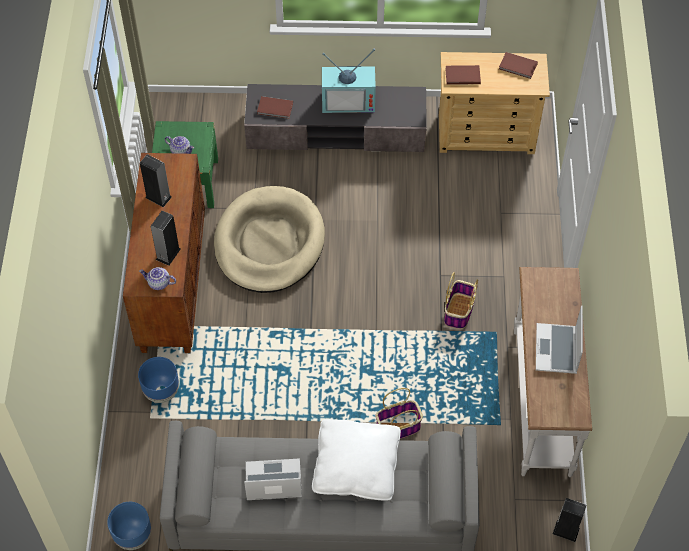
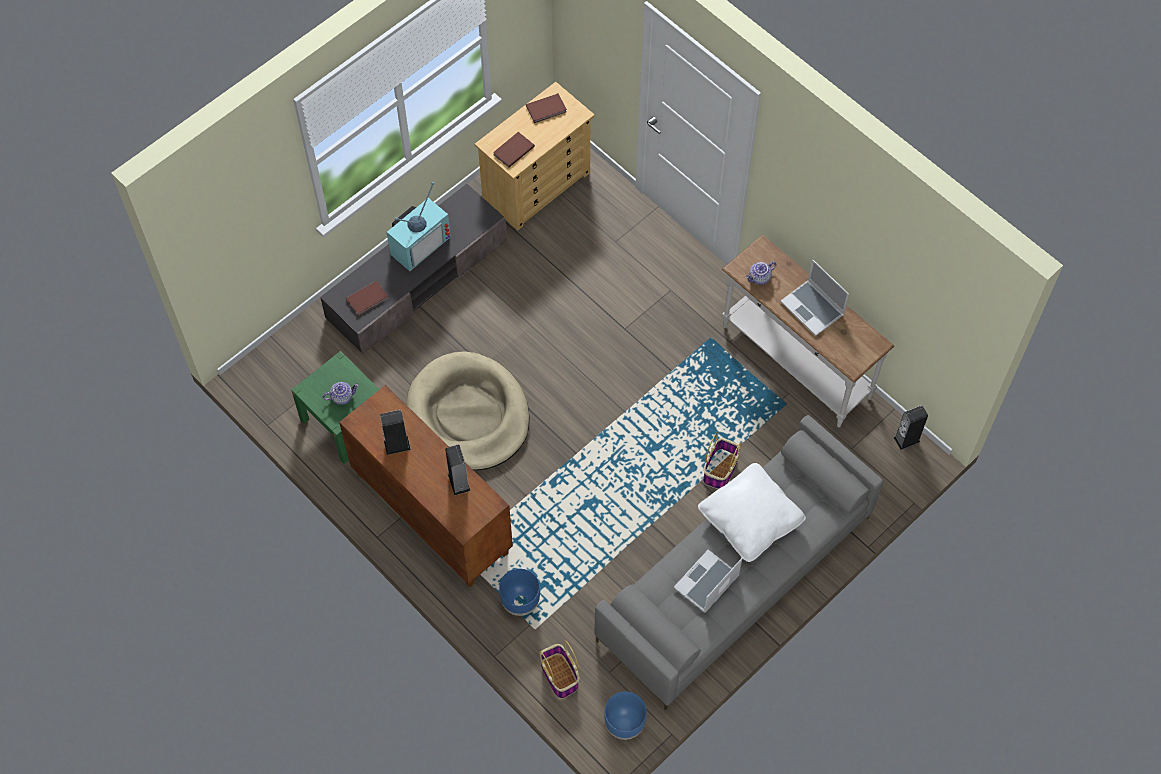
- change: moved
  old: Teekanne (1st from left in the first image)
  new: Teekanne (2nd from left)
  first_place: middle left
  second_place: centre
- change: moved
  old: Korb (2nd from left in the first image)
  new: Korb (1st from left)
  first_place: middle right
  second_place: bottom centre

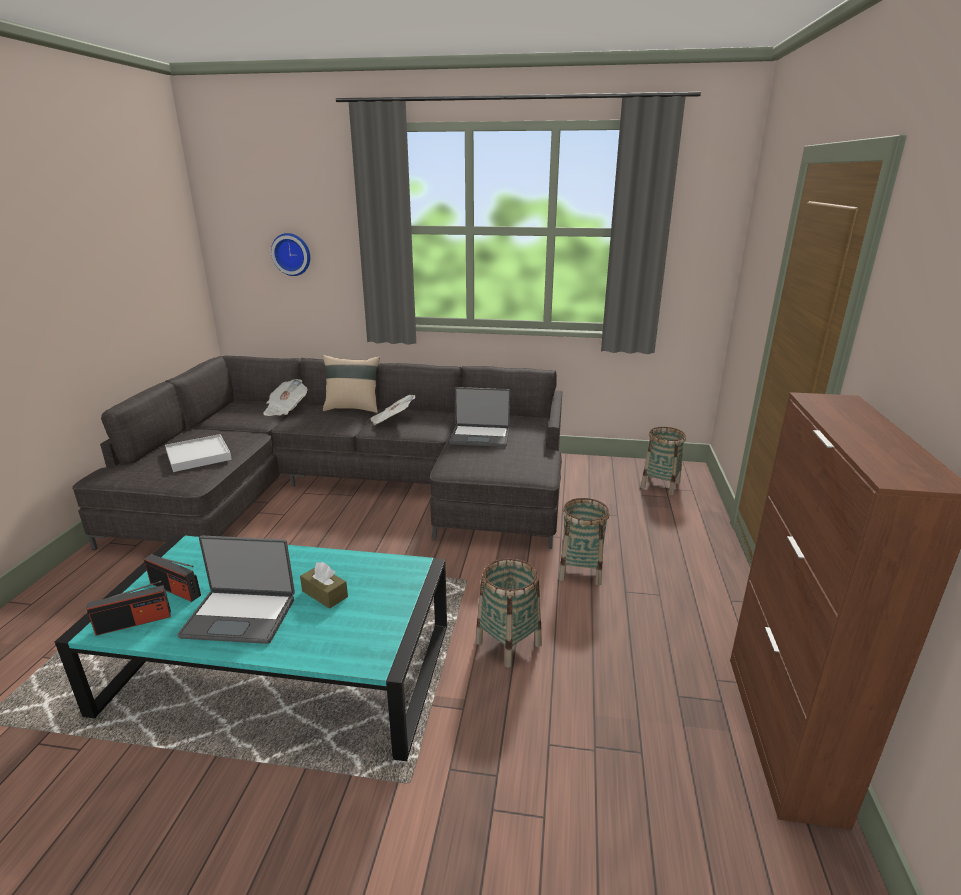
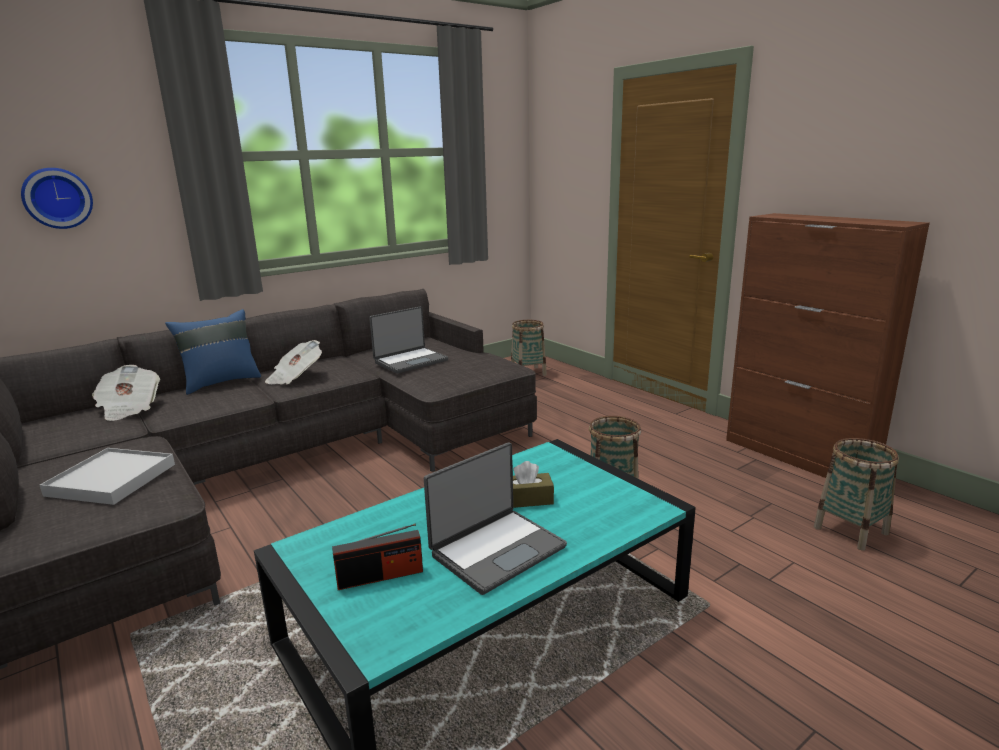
- change: removed
  old: Radio (1st from left)
  first_place: bottom left
- change: moved
  old: Korb (2nd from left in the first image)
  new: Korb (3rd from left)
  first_place: centre
  second_place: middle right
- change: recoloured
  old: Kissen/beige
  new: Kissen/blau
  first_place: centre
  second_place: middle left

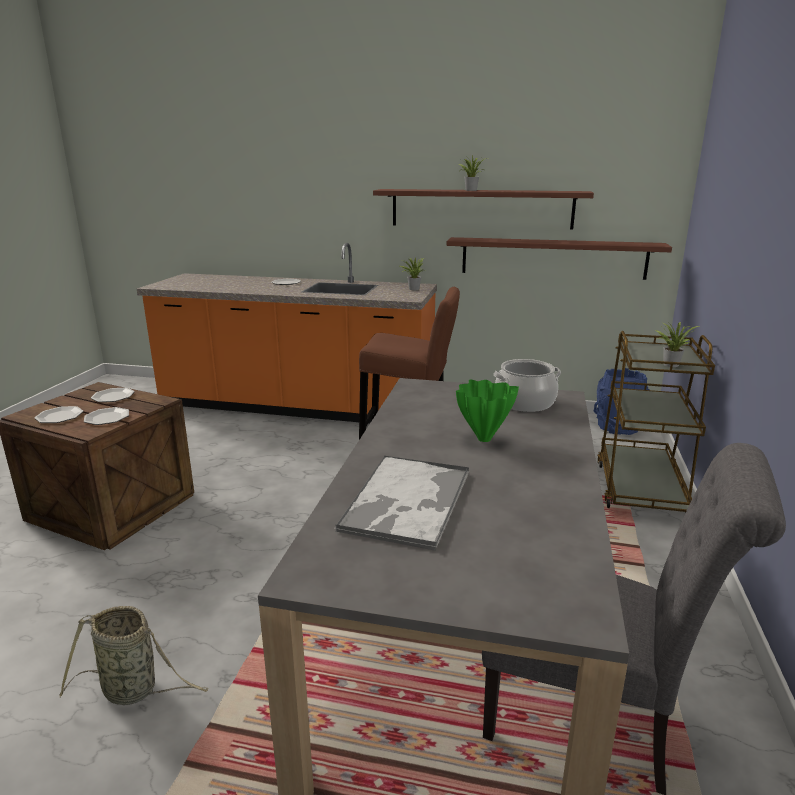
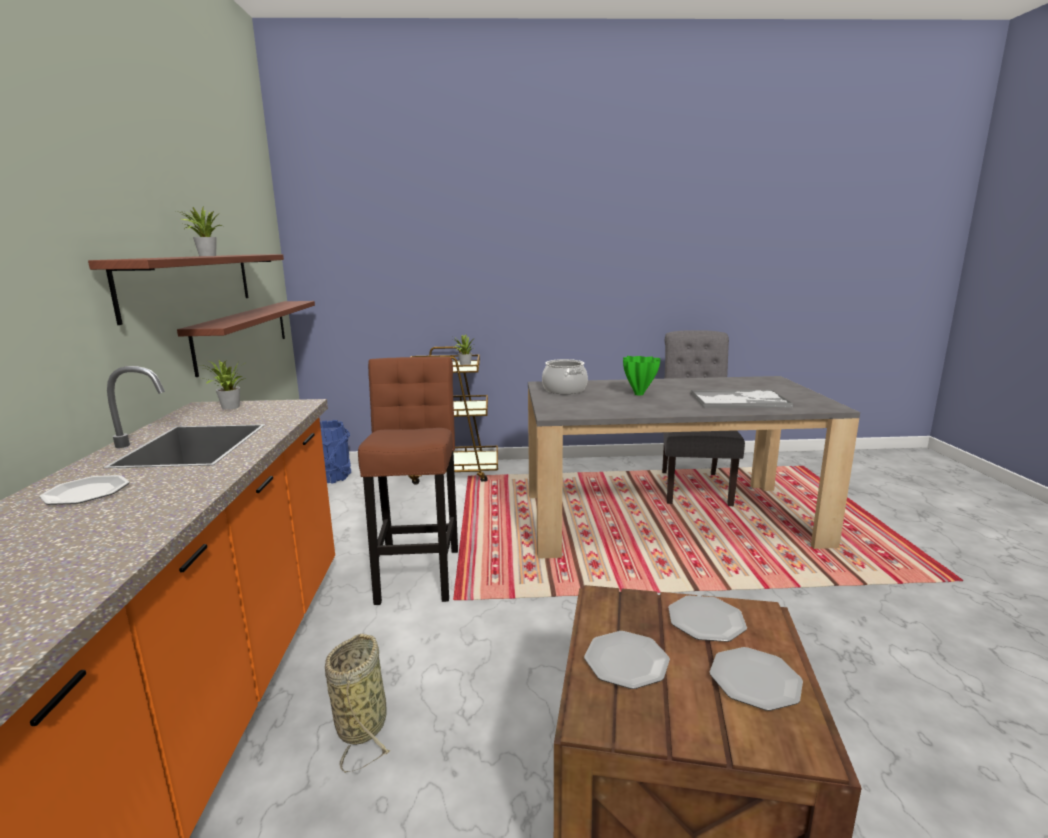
- change: moved
  old: Korb
  first_place: bottom left
  second_place: bottom centre

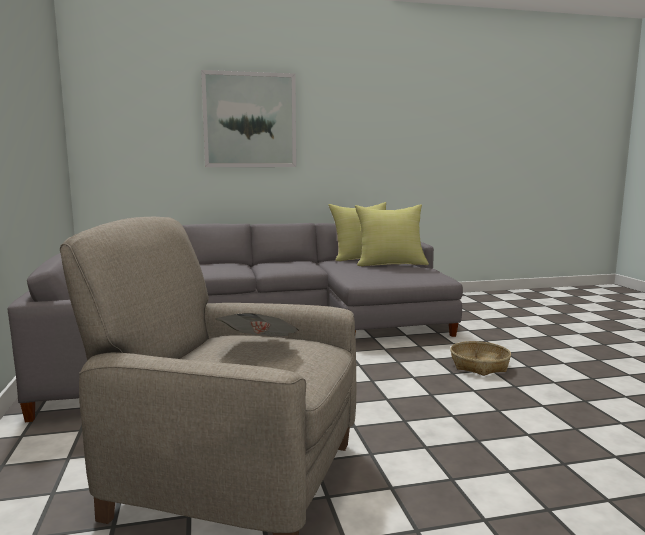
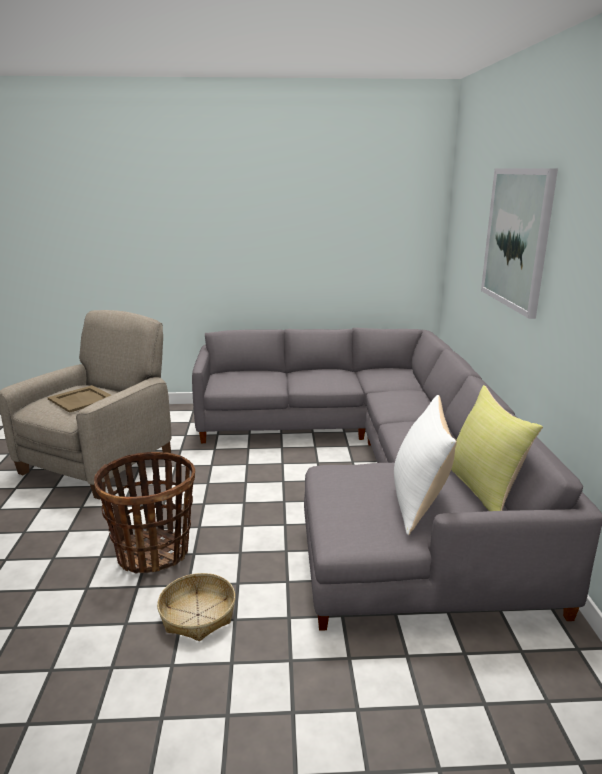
- change: added
  new: Korb (1st from left)
  second_place: middle left
- change: replaced
  old: Zeitung
  new: Tablett/beige
  first_place: centre
  second_place: middle left
- change: recoloured
  old: Kissen/gelb (2nd from left)
  new: Kissen/weiß
  first_place: centre
  second_place: middle right

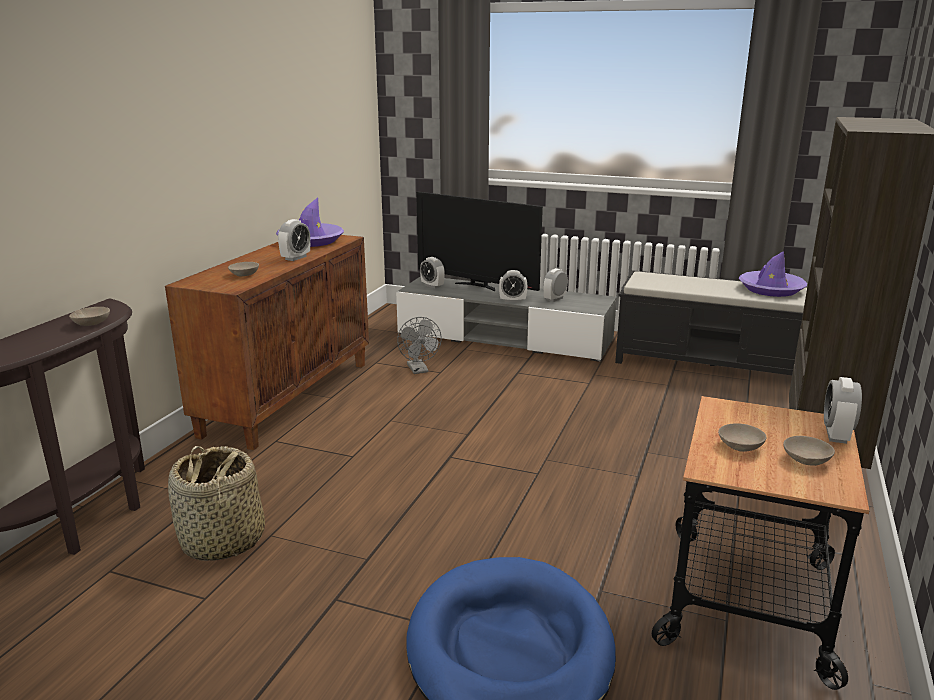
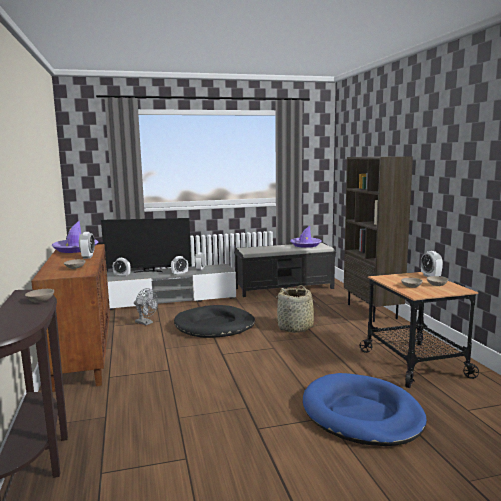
- change: added
  new: Hundebett/schwarz
  second_place: centre
- change: moved
  old: Korb
  first_place: bottom left
  second_place: centre

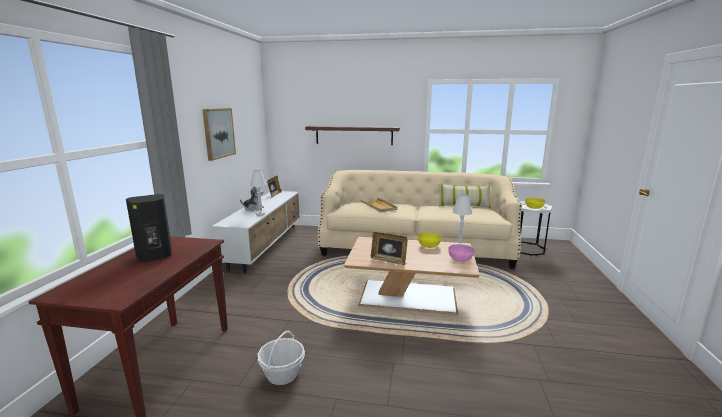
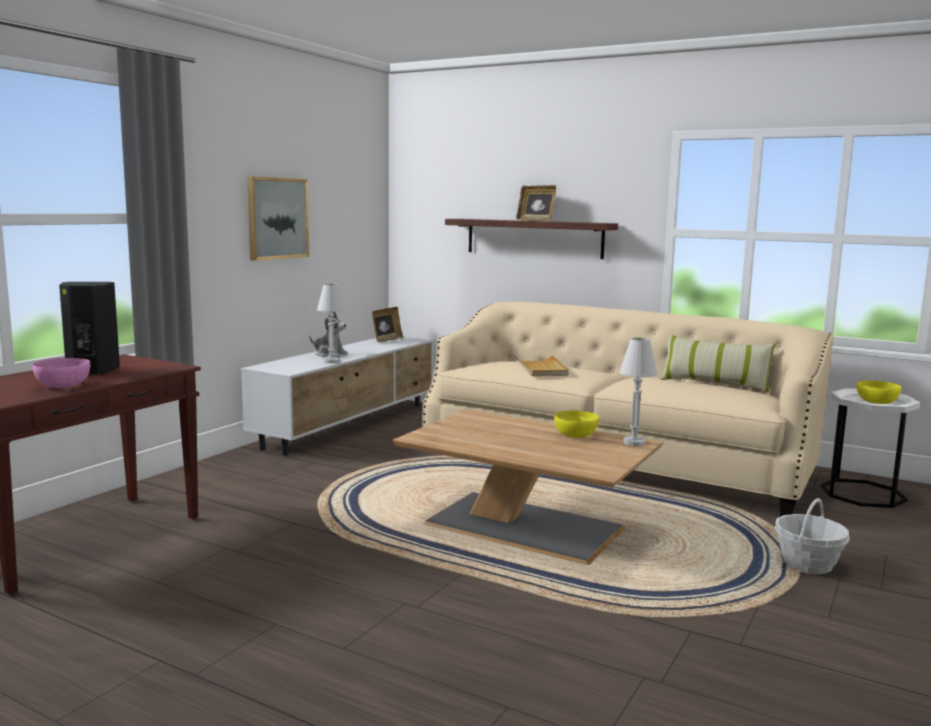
- change: moved
  old: Korb
  first_place: bottom centre
  second_place: bottom right
- change: moved
  old: Bilderrahmen (2nd from left)
  first_place: centre
  second_place: top centre
- change: moved
  old: Schüssel/rosa
  first_place: centre
  second_place: middle left

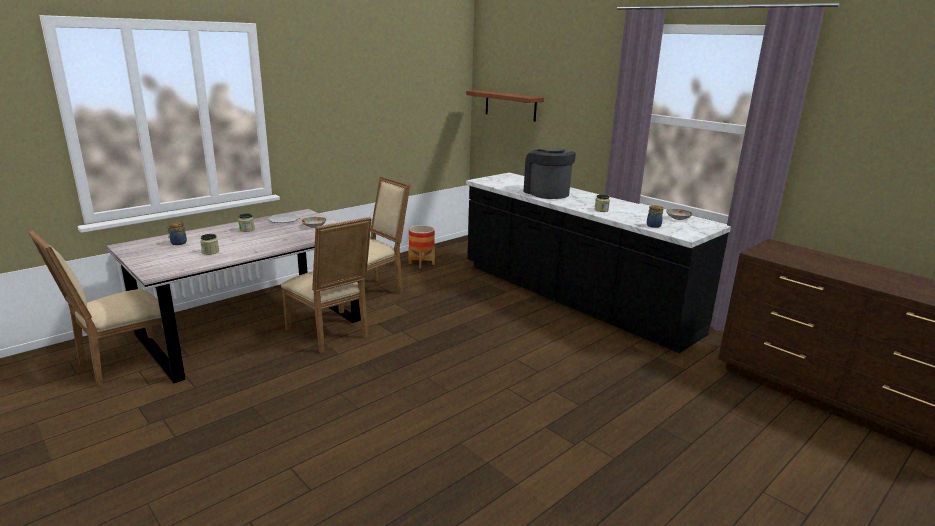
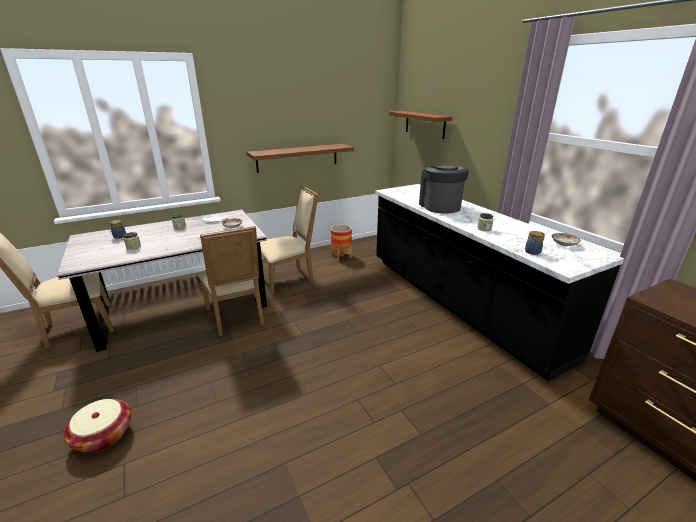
- change: added
  new: Korb
  second_place: bottom left
- change: added
  new: Wandregal/braun (1st from left)
  second_place: top centre

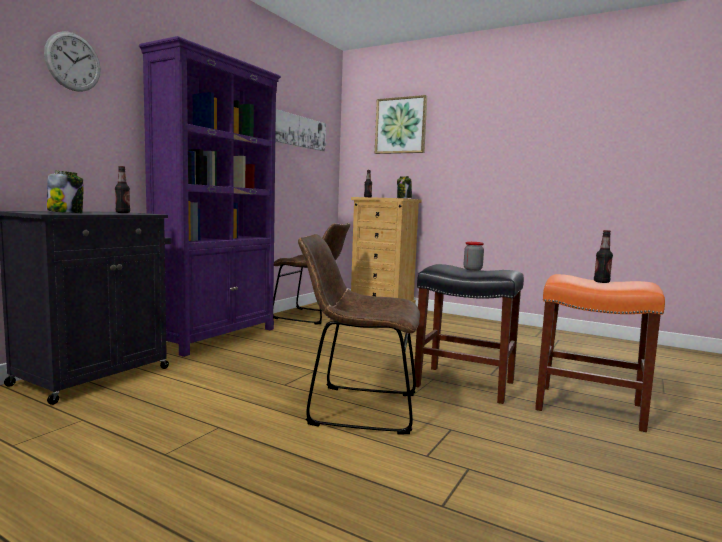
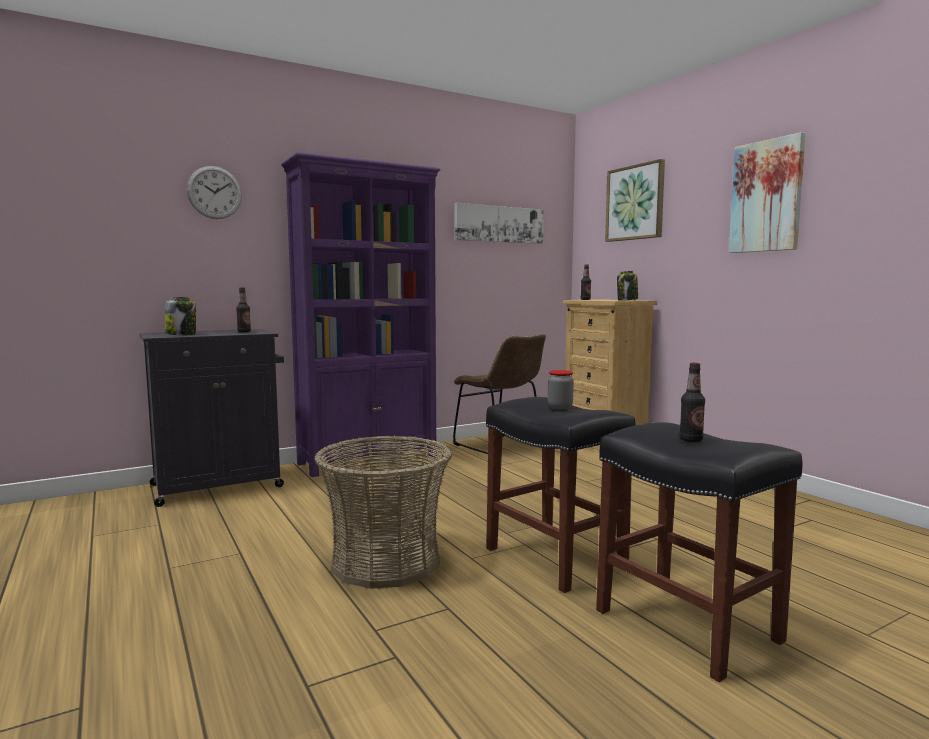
- change: added
  new: Bild (3rd from left)
  second_place: top right
- change: replaced
  old: Stuhl/braun (2nd from left)
  new: Korb
  first_place: centre
  second_place: bottom centre
- change: recoloured
  old: Hocker/orange
  new: Hocker/schwarz (2nd from left)
  first_place: middle right
  second_place: bottom right

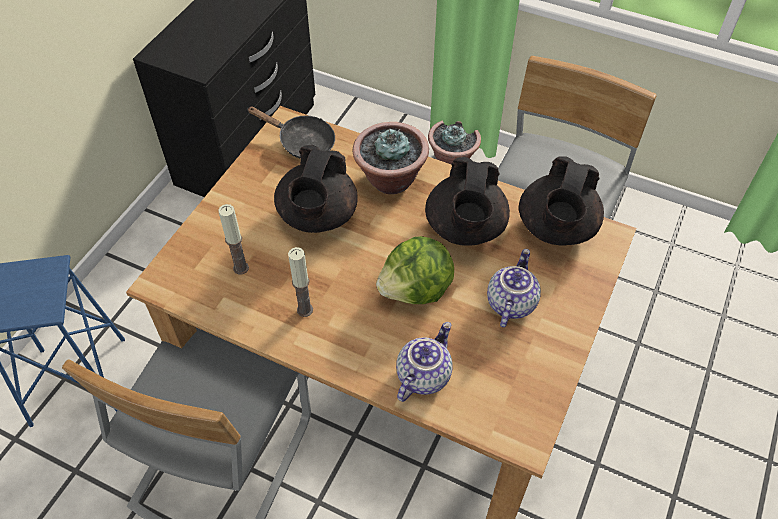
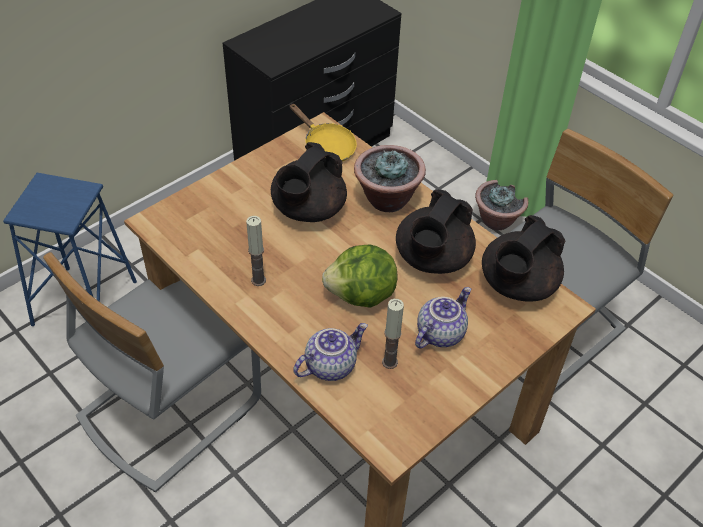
- change: moved
  old: Kerze (1st from left in the first image)
  new: Kerze (2nd from left)
  first_place: middle left
  second_place: centre
- change: recoloured
  old: Pfanne/schwarz
  new: Pfanne/gelb
  first_place: top centre
  second_place: top centre

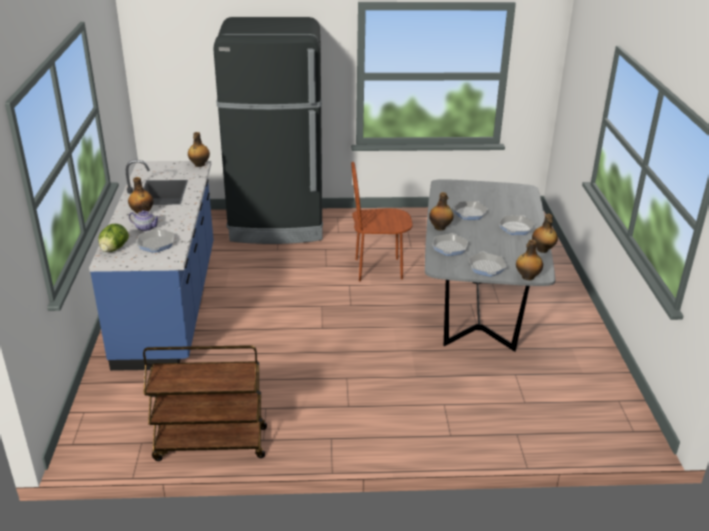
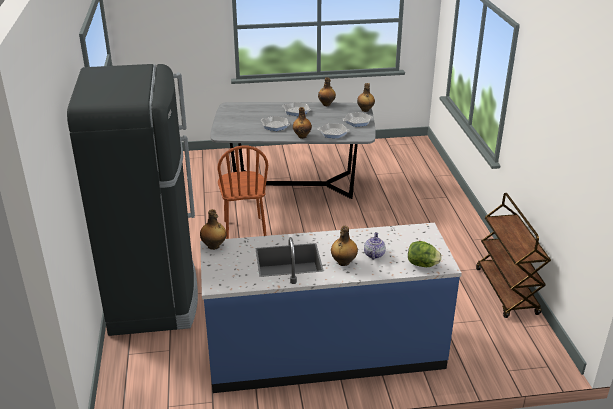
- change: removed
  old: Pfanne (1st from left)
  first_place: middle left

